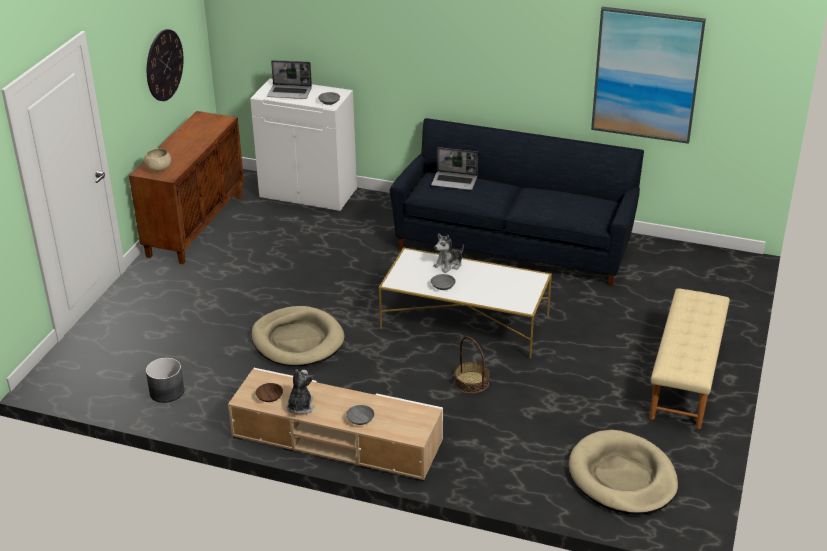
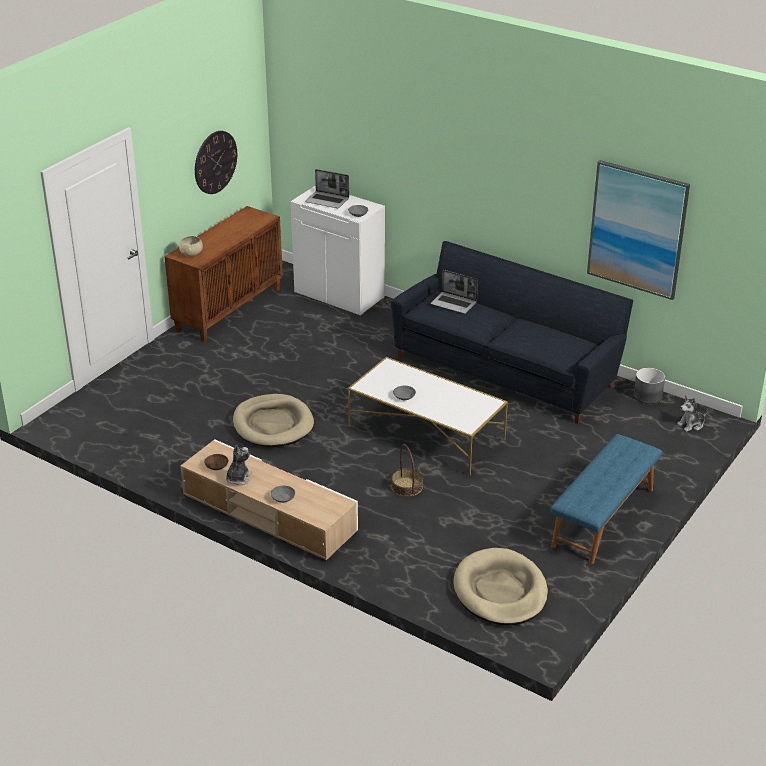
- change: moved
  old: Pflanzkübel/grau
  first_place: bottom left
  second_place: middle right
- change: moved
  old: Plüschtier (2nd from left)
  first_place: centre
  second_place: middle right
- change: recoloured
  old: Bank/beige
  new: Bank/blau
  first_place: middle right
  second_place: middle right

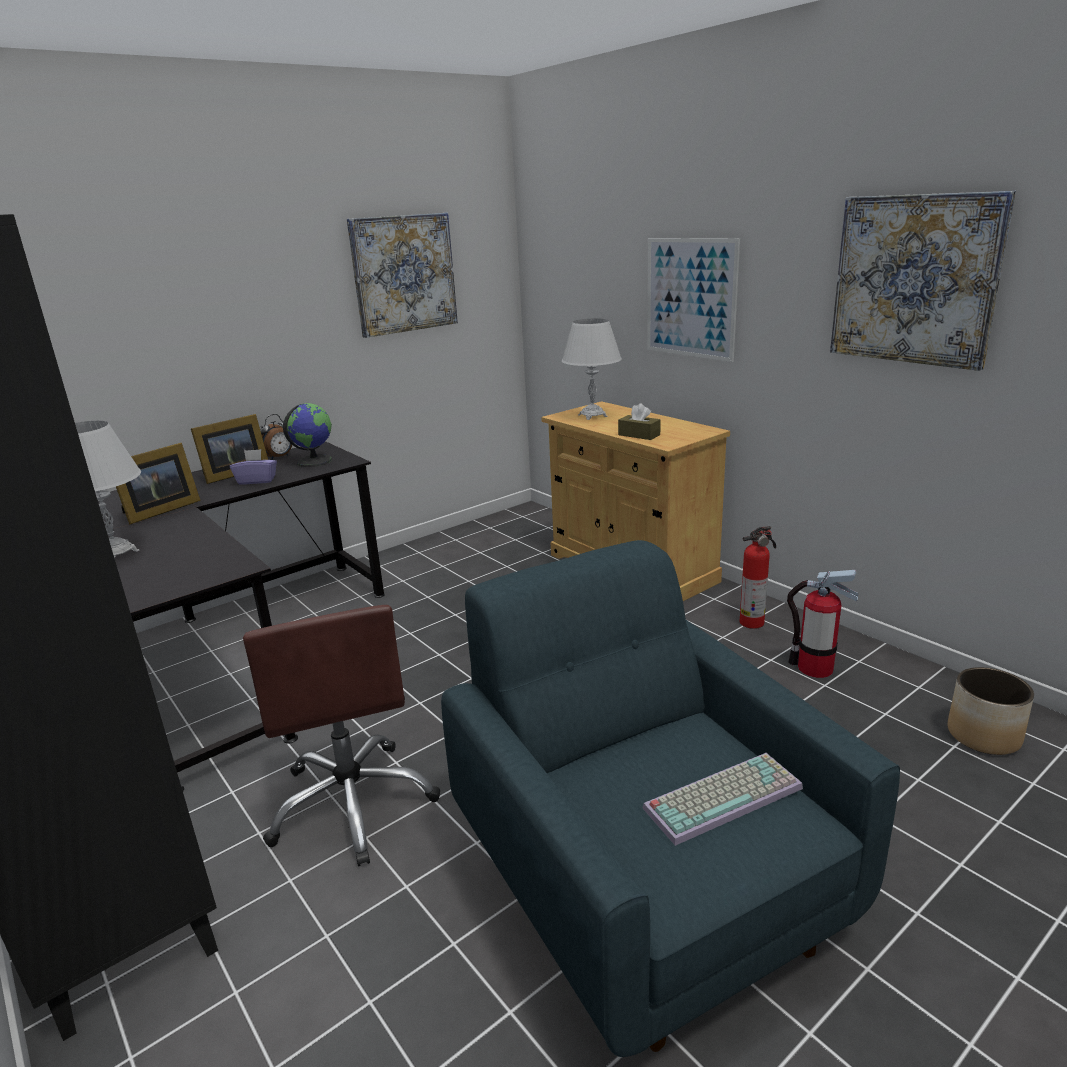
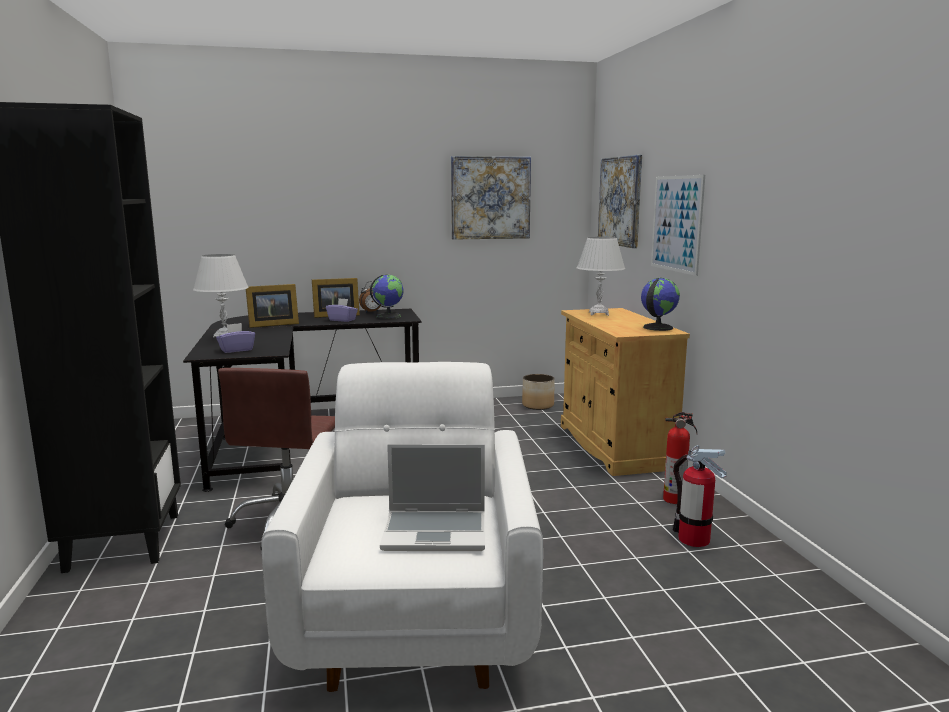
- change: removed
  old: Taschentuchbox/braun
  first_place: centre
- change: added
  new: Taschentuchbox/lila (1st from left)
  second_place: middle left
- change: added
  new: Globus (2nd from left)
  second_place: middle right
- change: moved
  old: Bild (3rd from left in the first image)
  new: Bild (2nd from left)
  first_place: top right
  second_place: top centre
- change: moved
  old: Pflanzkübel
  first_place: middle right
  second_place: centre
- change: replaced
  old: Tastatur
  new: Laptop
  first_place: bottom right
  second_place: bottom centre
- change: recoloured
  old: Sessel/blau
  new: Sessel/weiß
  first_place: bottom centre
  second_place: bottom centre

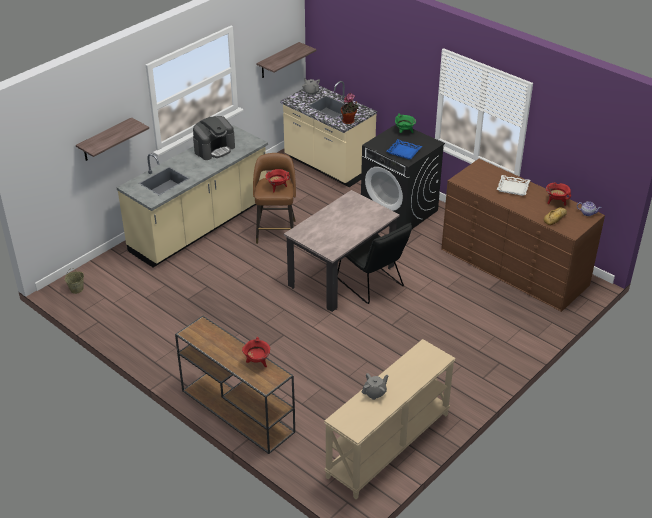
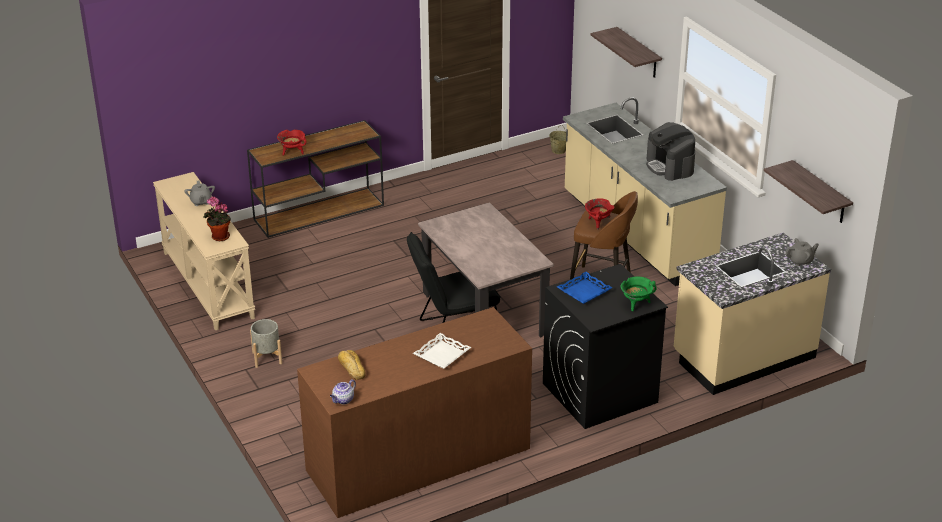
- change: removed
  old: Kochtopf/rot (3rd from left)
  first_place: middle right
- change: added
  new: Pflanzkübel/grau
  second_place: middle left
- change: moved
  old: Topfpflanze
  first_place: top centre
  second_place: middle left

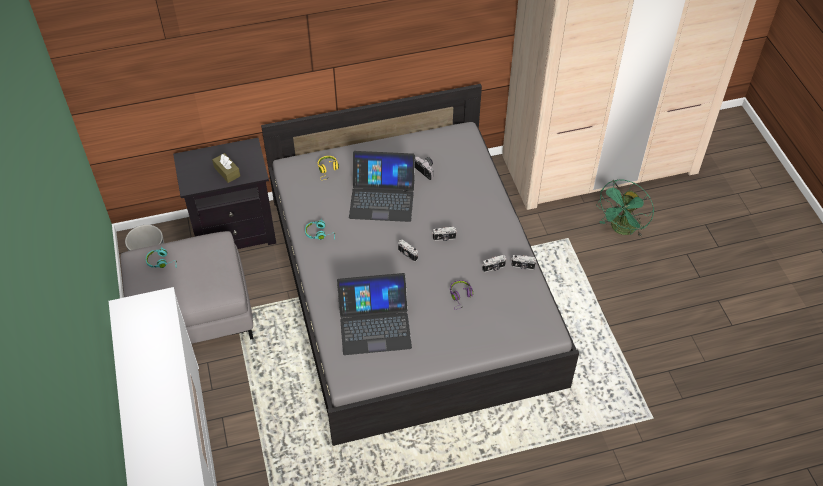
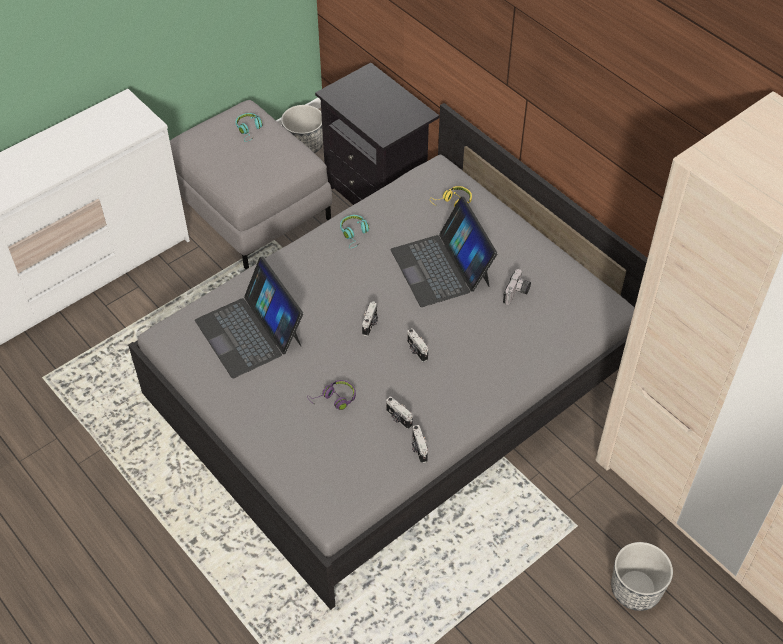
- change: removed
  old: Taschentuchbox/braun
  first_place: middle left
- change: replaced
  old: Ventilator/grün
  new: Pflanzkübel (2nd from left)
  first_place: middle right
  second_place: bottom right

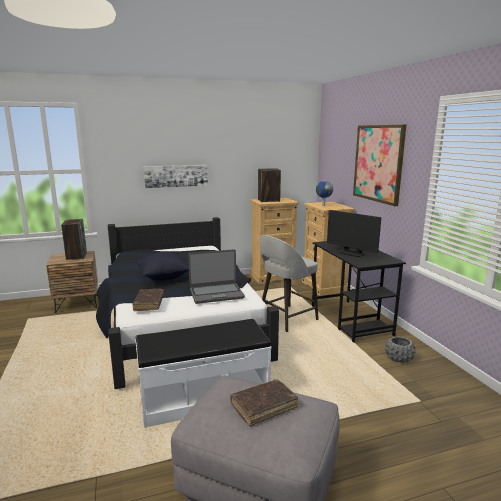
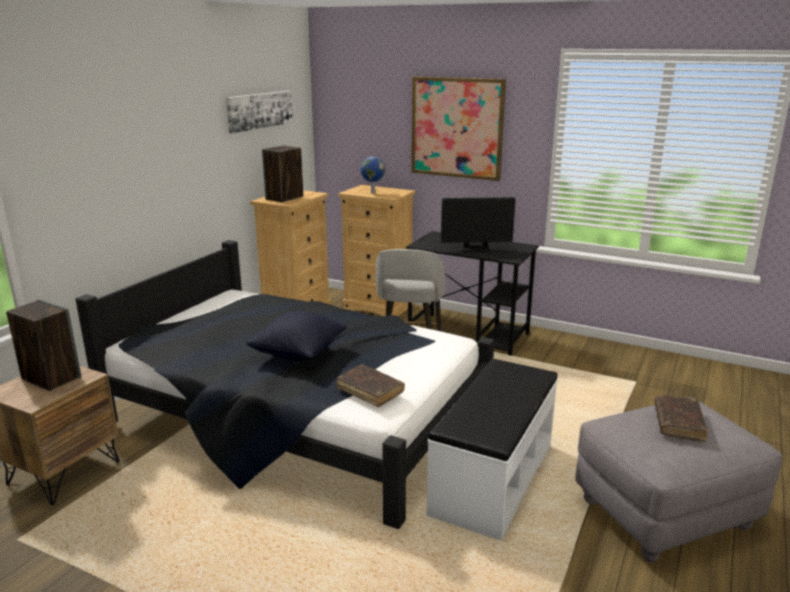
- change: removed
  old: Laptop
  first_place: centre
- change: removed
  old: Pflanzkübel/grau
  first_place: bottom right
- change: moved
  old: Bild (1st from left)
  first_place: centre
  second_place: top left

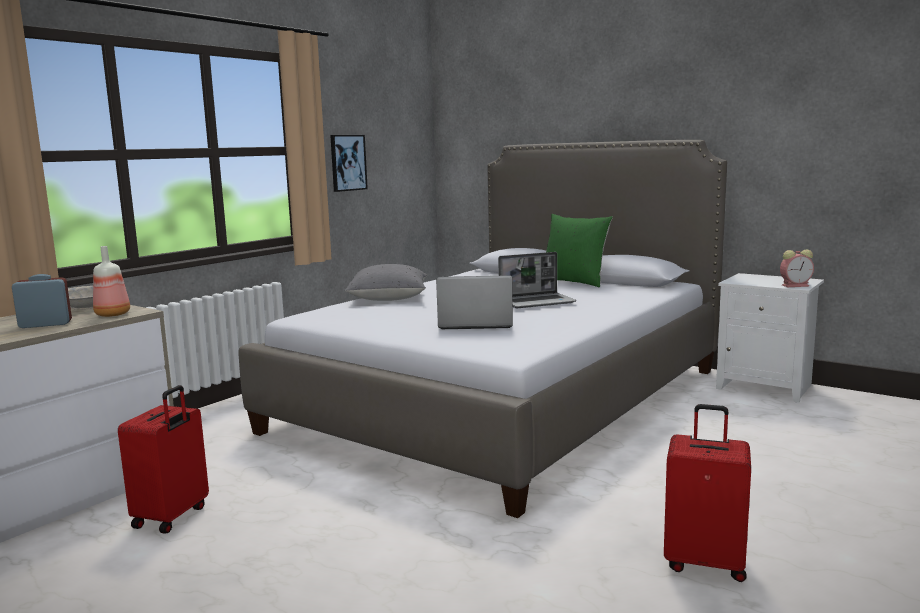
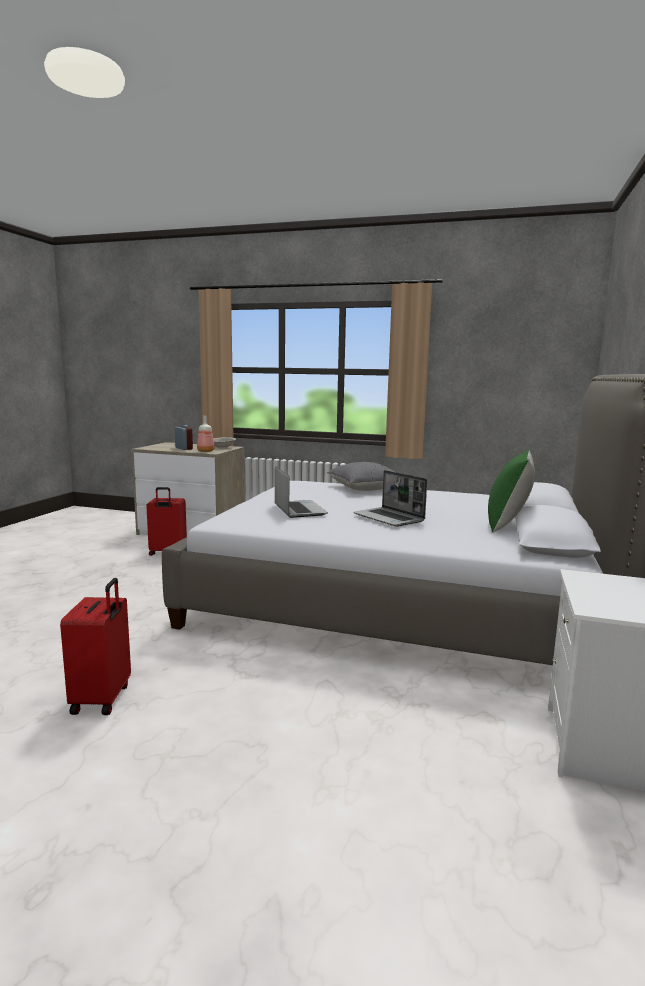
- change: removed
  old: Bild
  first_place: top centre
- change: removed
  old: Wecker (2nd from left)
  first_place: middle right

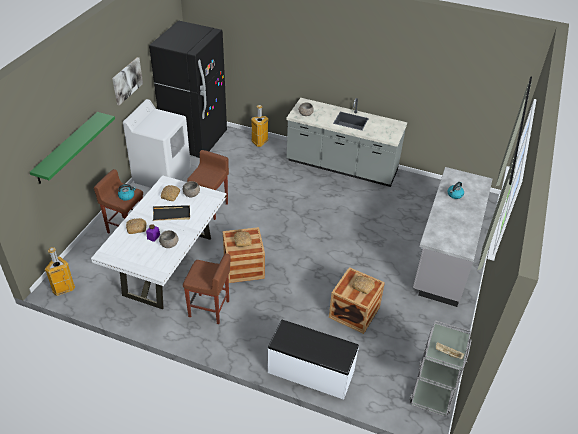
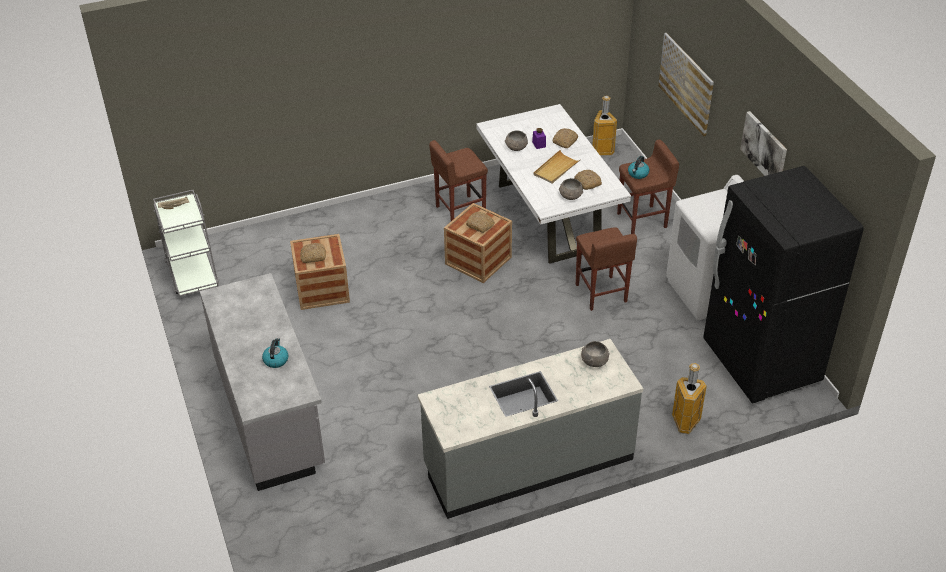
- change: removed
  old: Bank/weiß
  first_place: bottom centre
- change: replaced
  old: Wandregal/grün
  new: Bild (1st from left)
  first_place: middle left
  second_place: top right
- change: recoloured
  old: Tablett/schwarz
  new: Tablett/beige (2nd from left)
  first_place: middle left
  second_place: top centre

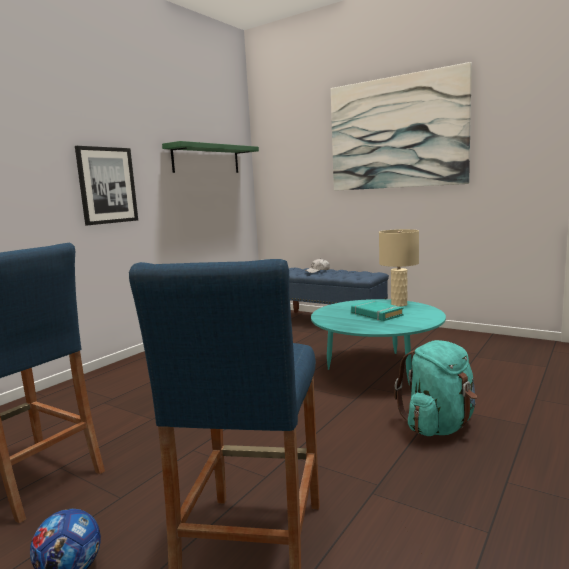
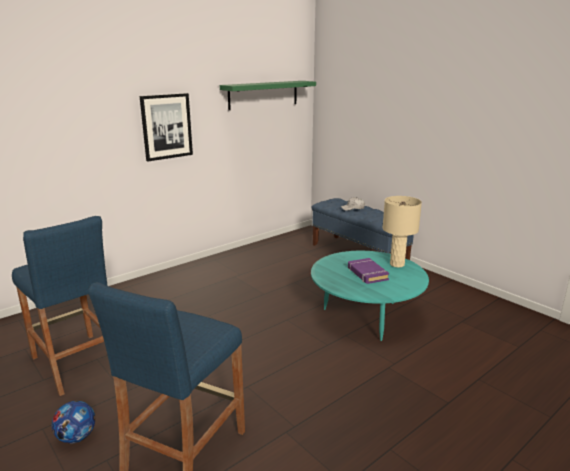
- change: removed
  old: Bild (2nd from left)
  first_place: top right
- change: removed
  old: Rucksack/türkis
  first_place: bottom right
- change: recoloured
  old: Buch/türkis
  new: Buch/lila
  first_place: centre
  second_place: centre

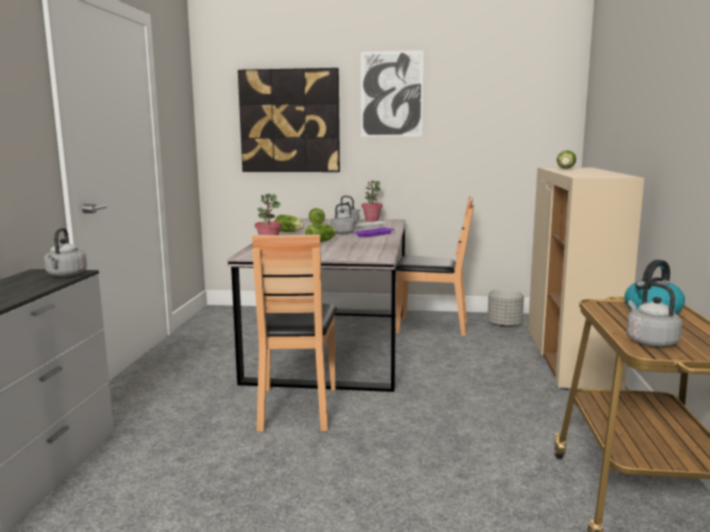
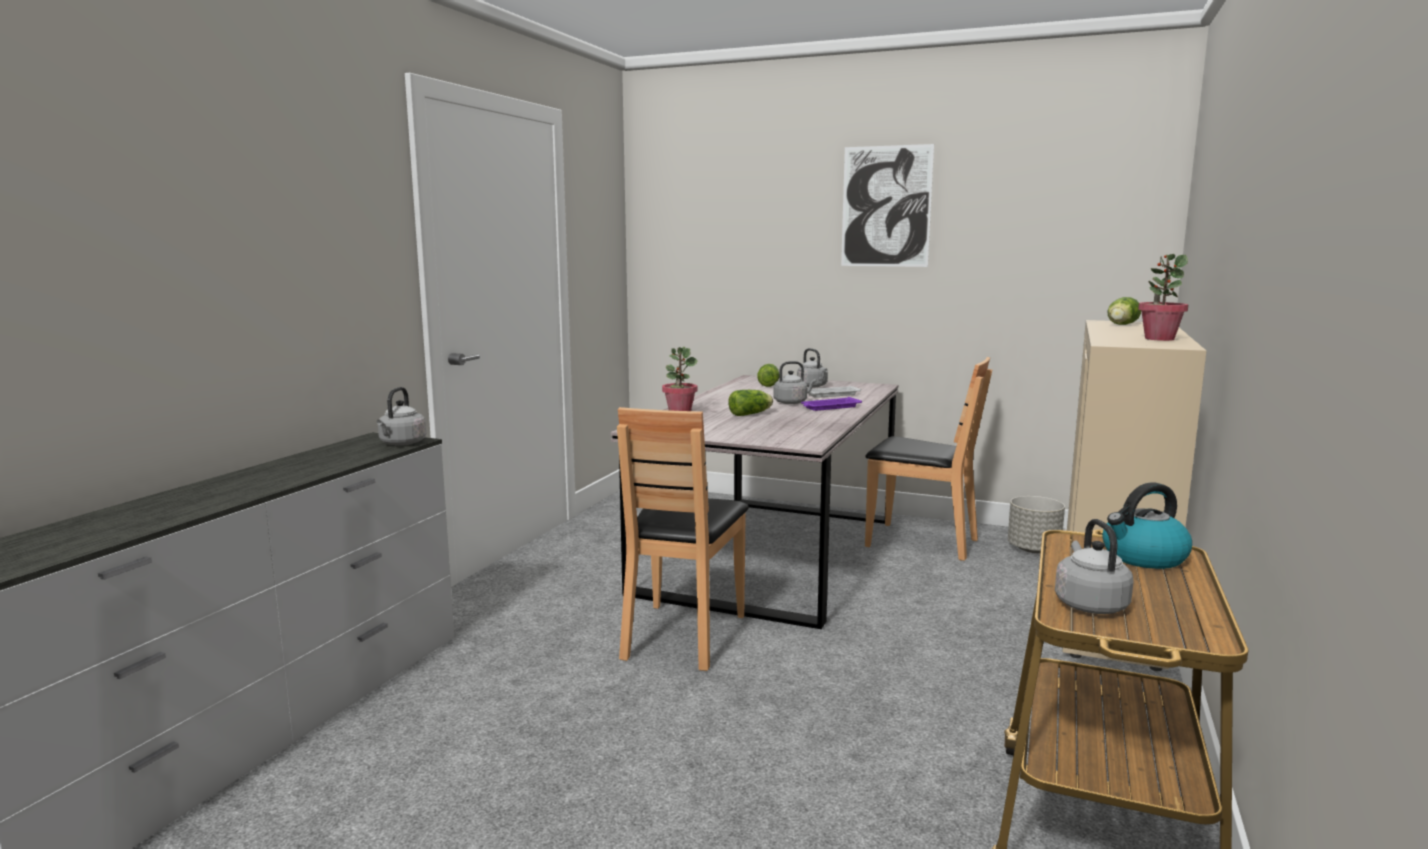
- change: removed
  old: Bild (1st from left)
  first_place: top centre
- change: removed
  old: Salatkopf (1st from left)
  first_place: centre
- change: moved
  old: Topfpflanze (2nd from left)
  first_place: centre
  second_place: middle right

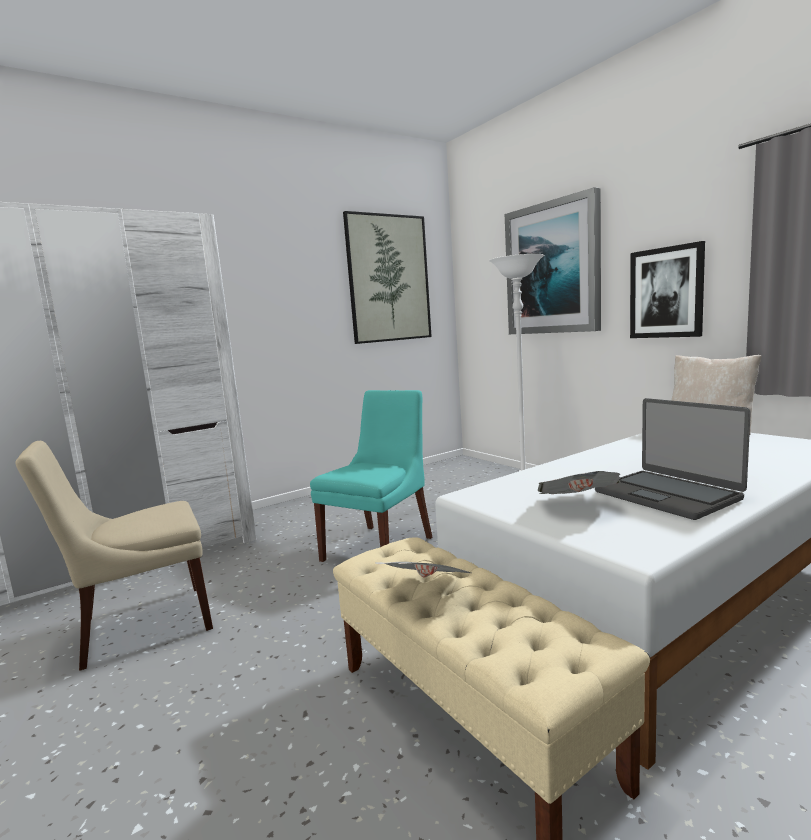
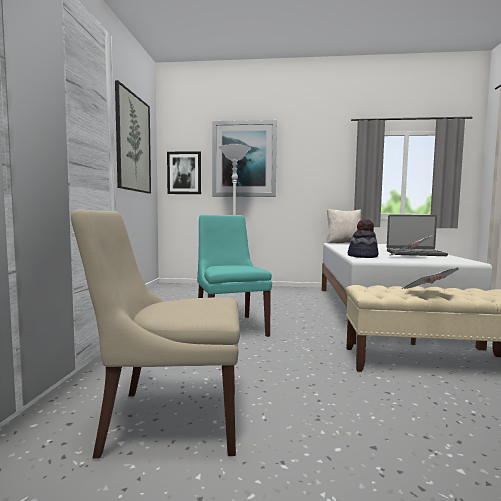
- change: added
  new: Hut
  second_place: middle right
- change: moved
  old: Bild (3rd from left in the first image)
  new: Bild (2nd from left)
  first_place: middle right
  second_place: centre
- change: turned
  old: Stuhl/beige
  first_place: middle left
  second_place: middle left
  degrees: 75

